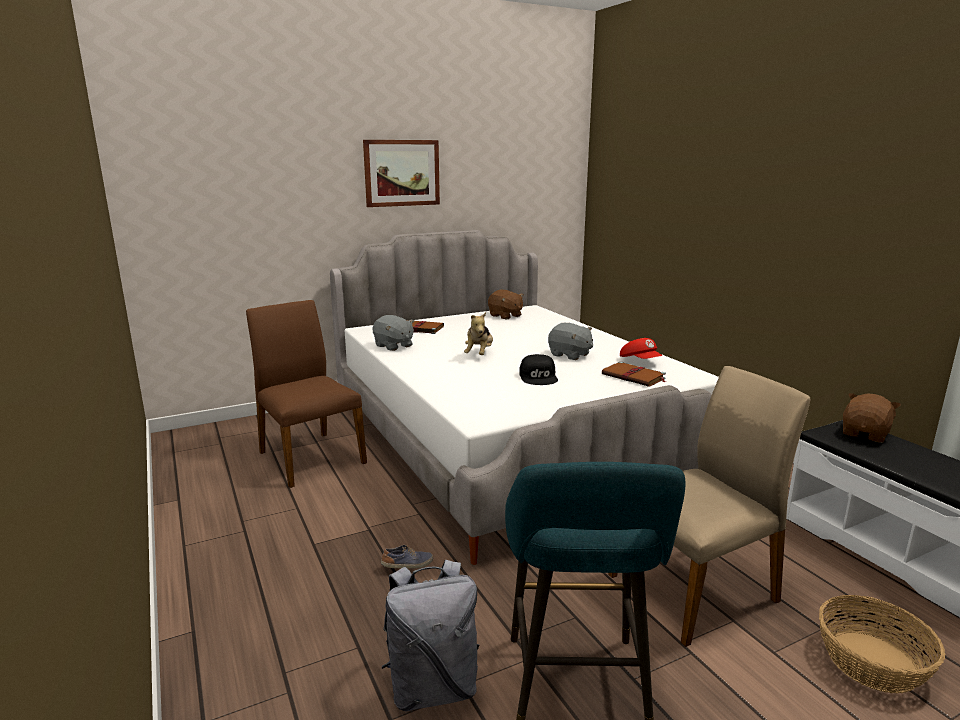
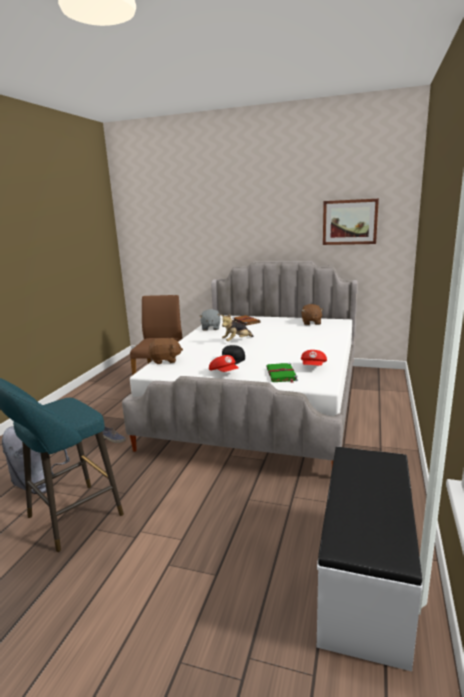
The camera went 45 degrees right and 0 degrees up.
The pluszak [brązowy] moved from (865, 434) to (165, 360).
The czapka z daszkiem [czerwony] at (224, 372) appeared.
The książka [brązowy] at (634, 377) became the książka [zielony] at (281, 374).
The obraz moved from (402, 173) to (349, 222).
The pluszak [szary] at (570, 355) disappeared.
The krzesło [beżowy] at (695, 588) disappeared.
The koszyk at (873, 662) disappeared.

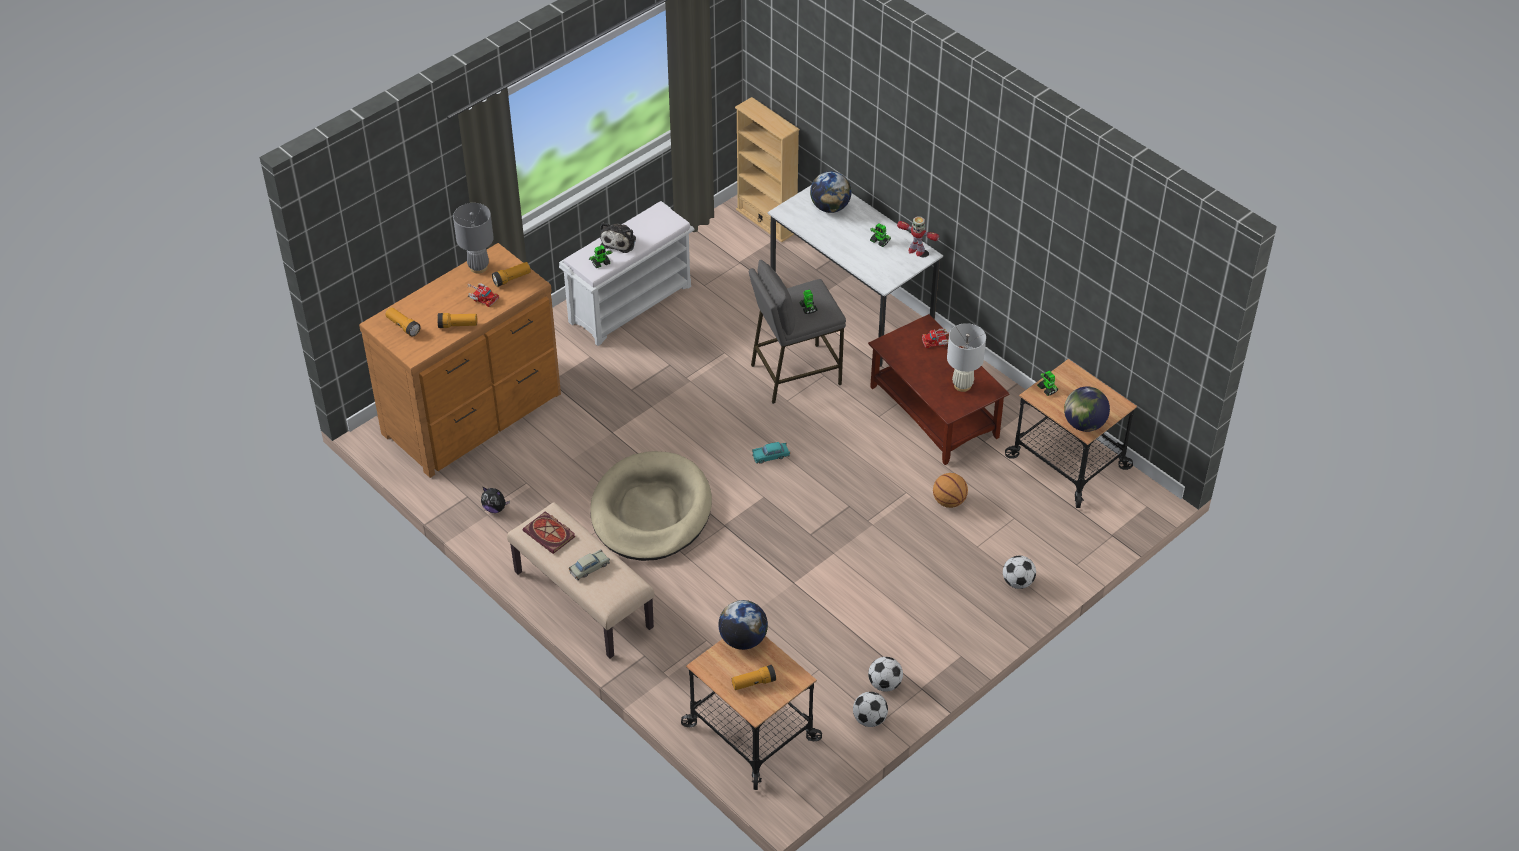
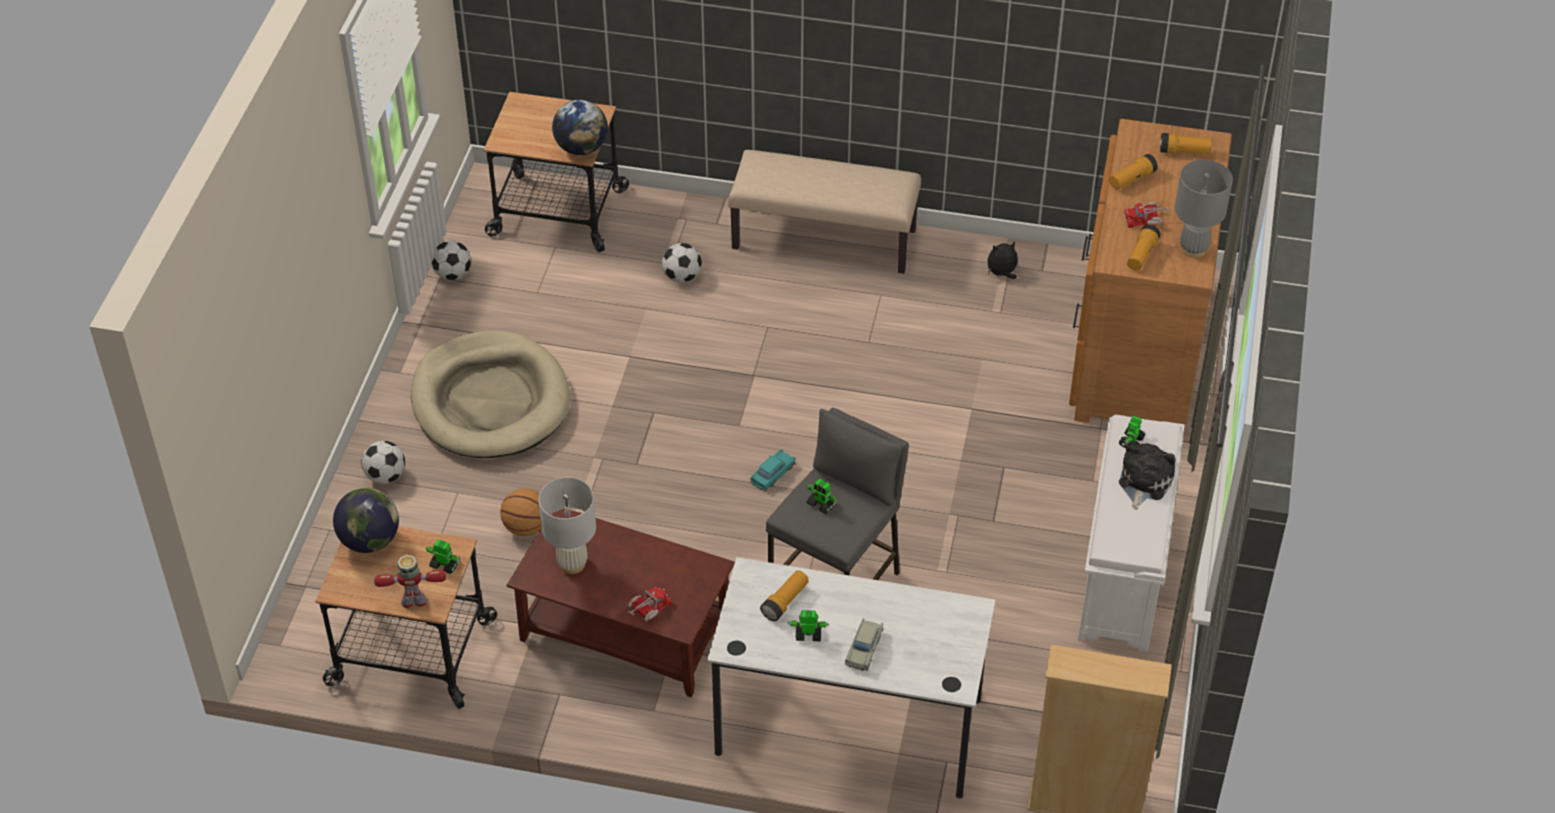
The camera went 145 degrees right and 0 degrees up.
The robot zabawkowy moved from (916, 250) to (414, 601).
The legowisko [beżowy] moved from (651, 511) to (490, 401).
The piłka futbolowa moved from (884, 684) to (682, 277).
The latarka moved from (753, 683) to (785, 601).
The samochodzik [beżowy] moved from (589, 568) to (864, 649).
The pluszak at (619, 241) turned 45 degrees clockwise.
The książka at (550, 534) disappeared.
The globus at (830, 207) disappeared.

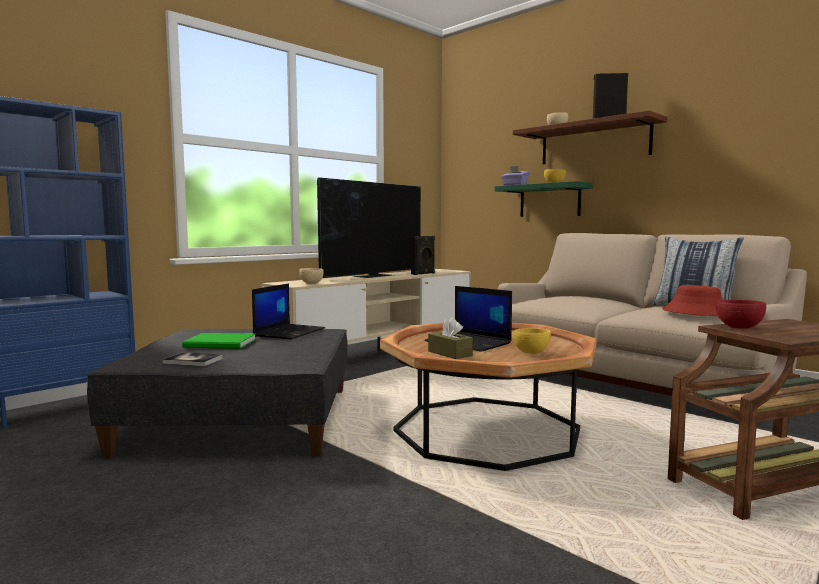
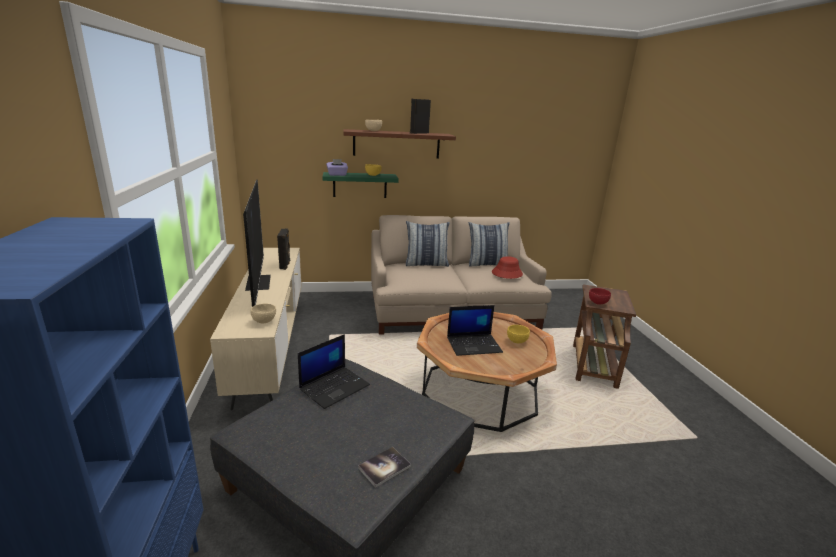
The camera went 55 degrees left and 15 degrees up.
The laptop at (289, 332) turned 75 degrees clockwise.
The poduszka at (426, 264) appeared.
The książka [zielony] at (221, 343) disappeared.
The pudełko chusteczek [brązowy] at (450, 353) disappeared.

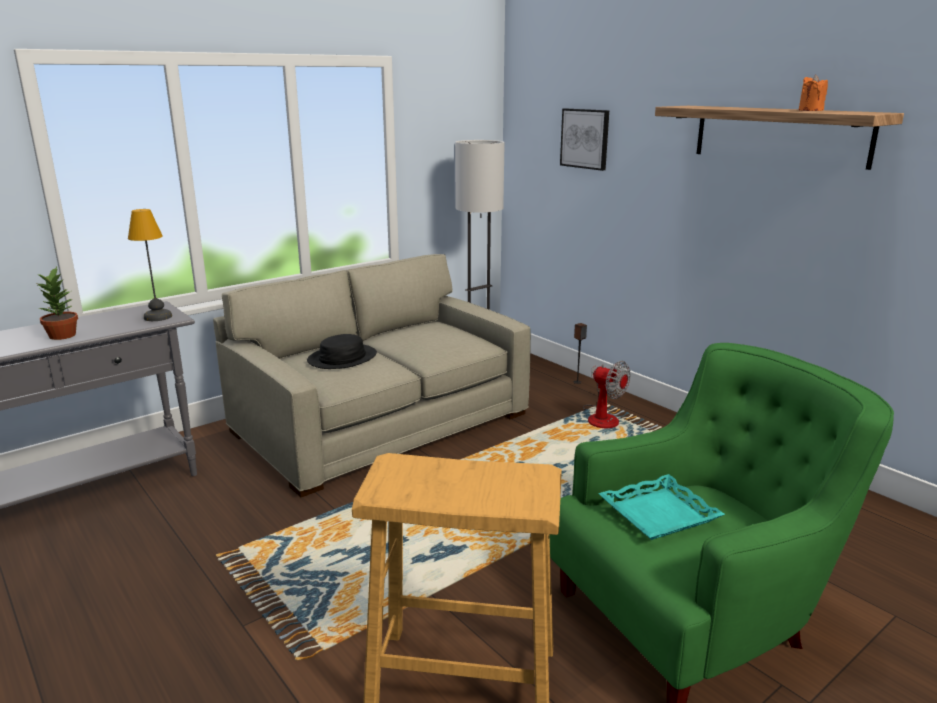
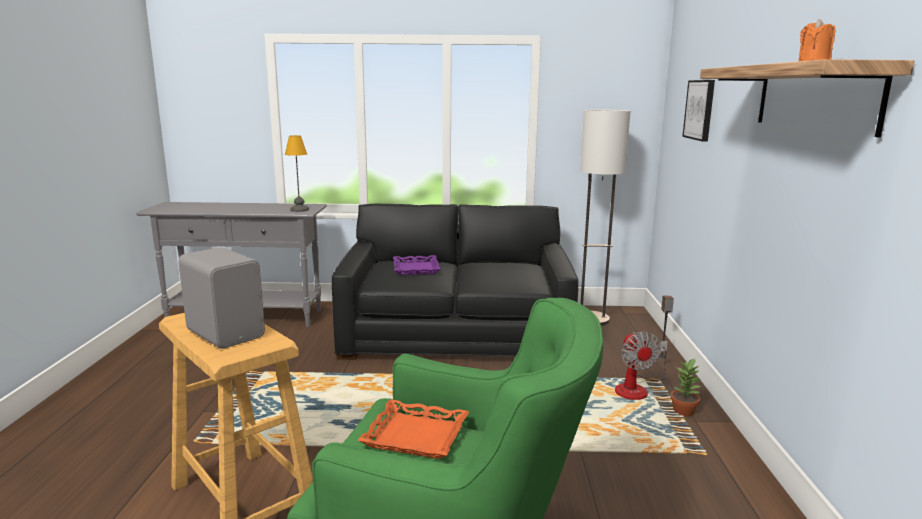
The camera went 40 degrees right and 5 degrees down.
The głośnik [szary] at (227, 333) appeared.
The kanapa [beżowy] at (381, 421) became the kanapa [czarny] at (457, 333).
The taca [turkusowy] at (658, 513) became the taca [pomarańczowy] at (416, 435).
The kapelusz [czarny] at (342, 358) was replaced by the taca [fioletowy] at (416, 269).
The roślina doniczkowa moved from (63, 335) to (684, 411).

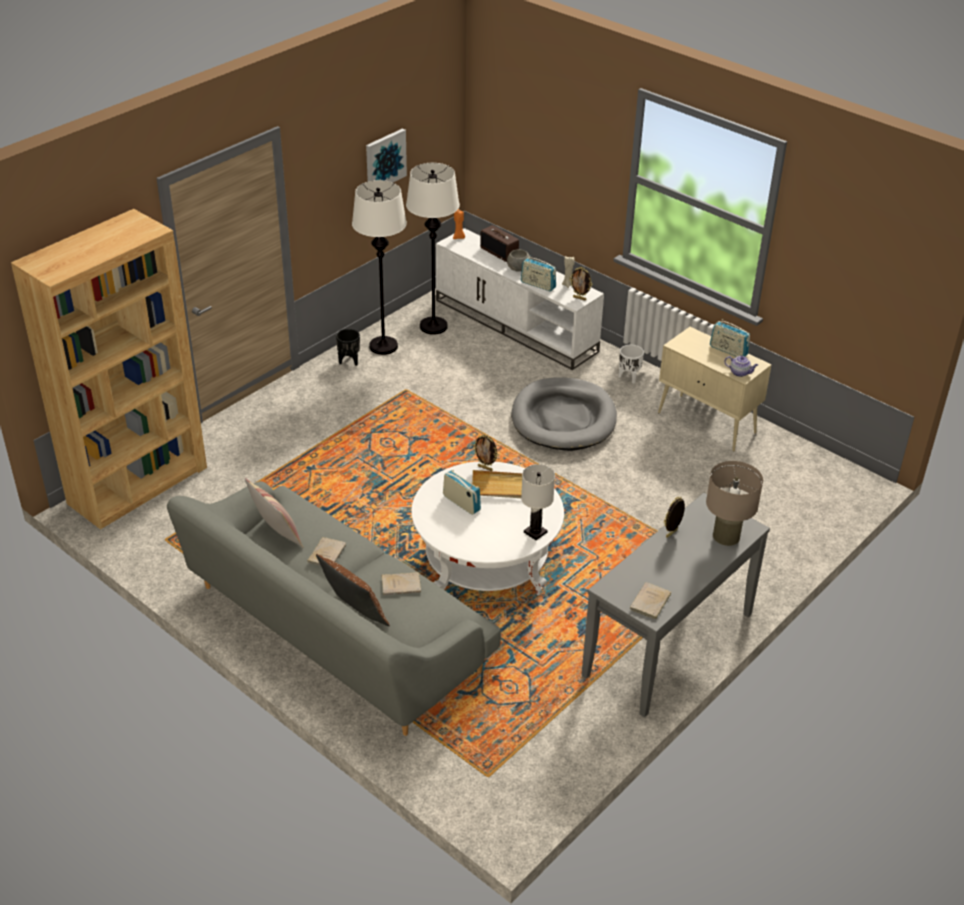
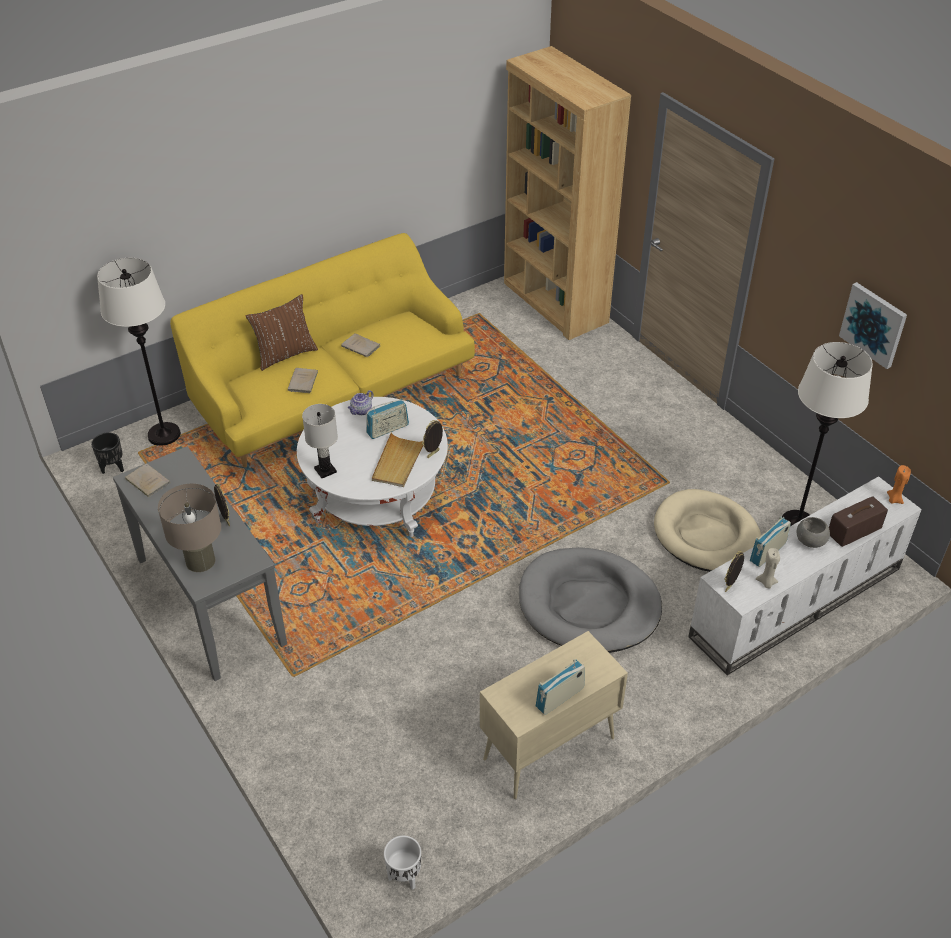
The camera went 105 degrees right and 5 degrees up.
The donica [czarny] moved from (349, 361) to (113, 468).
The lampa stojąca [biały] moved from (383, 346) to (164, 435).
The kanapa [szary] at (335, 631) became the kanapa [żółty] at (332, 392).
The imbryk moved from (740, 373) to (361, 411).
The donica [biały] moved from (628, 377) to (404, 876).
The legowisko [beżowy] at (706, 535) appeared.
The poduszka at (276, 535) disappeared.

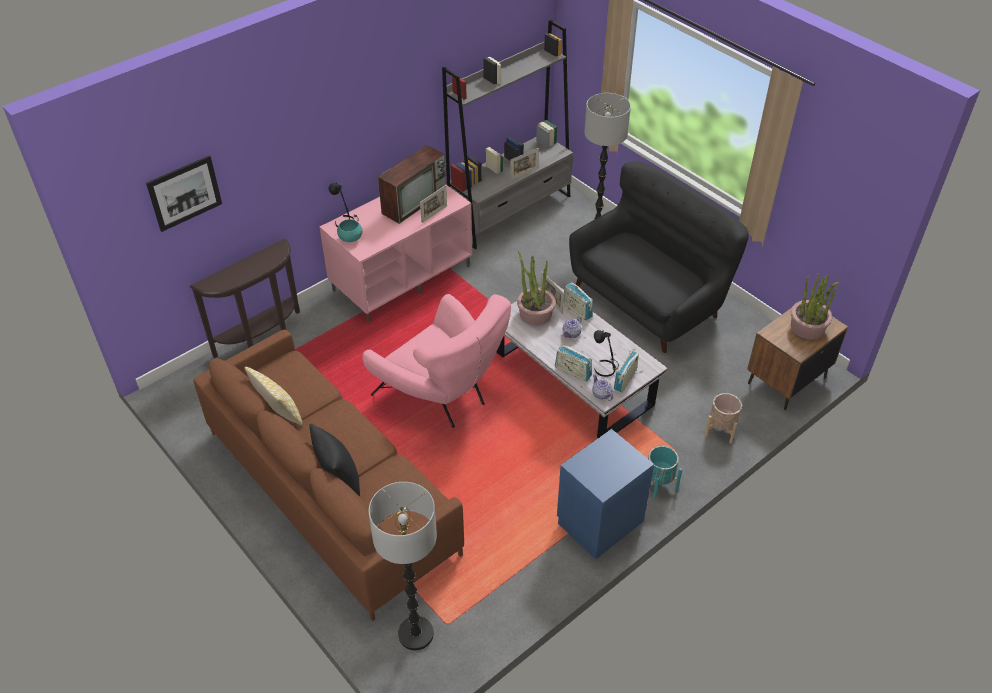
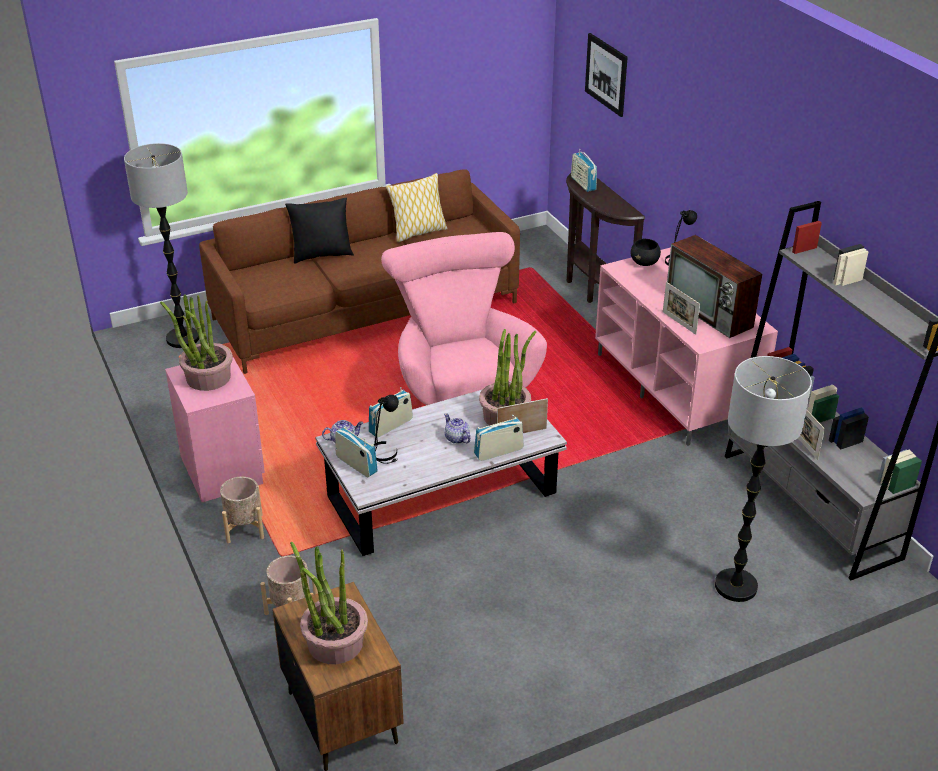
The camera went 105 degrees right and 10 degrees down.
The roślina doniczkowa at (208, 378) appeared.
The szafka nocna [niebieski] at (599, 521) became the szafka nocna [różowy] at (223, 470).
The donica [turkusowy] at (658, 483) became the donica [beżowy] at (244, 529).
The fotel [różowy] at (443, 395) turned 105 degrees clockwise.
The radio at (583, 183) appeared.
The miska [turkusowy] at (350, 238) became the miska [czarny] at (645, 263).
The kanapa [czarny] at (648, 299) disappeared.

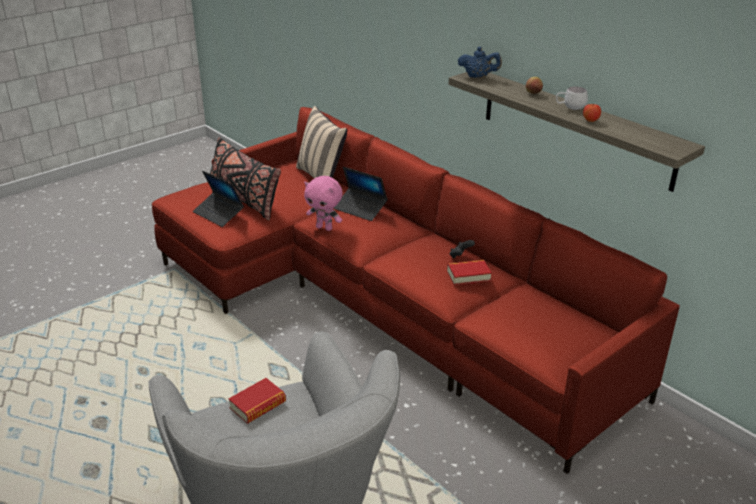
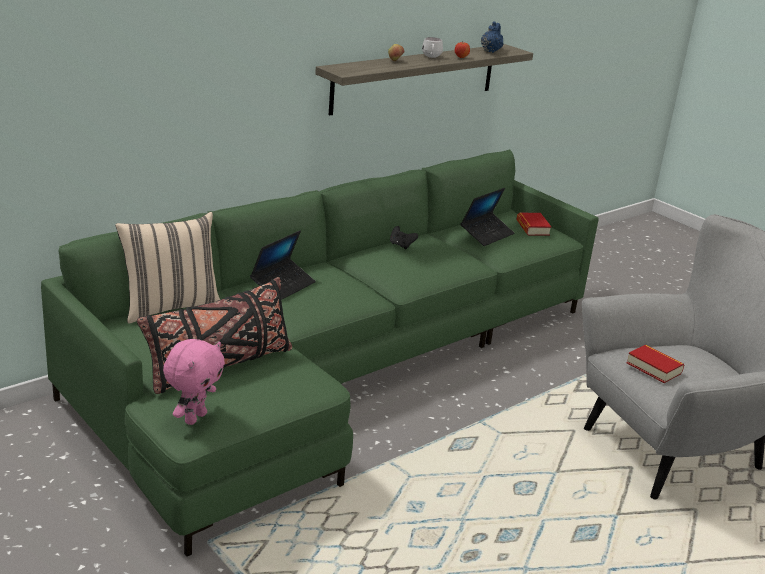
The camera went 90 degrees left and 5 degrees down.
The kanapa [czerwony] at (380, 304) became the kanapa [zielony] at (333, 369).
The pluszak [różowy] moved from (324, 228) to (194, 417).
The laptop moved from (218, 214) to (486, 234).
The imbryk [niebieski] moved from (478, 77) to (491, 51).
The książka moved from (468, 276) to (532, 228).

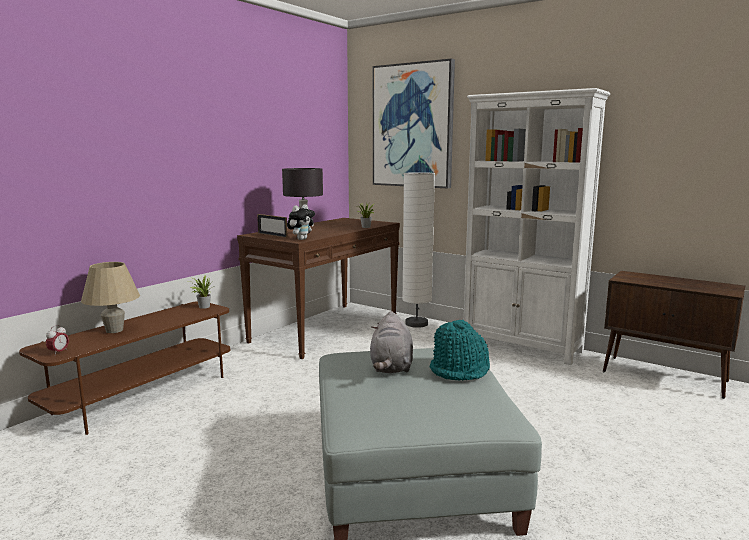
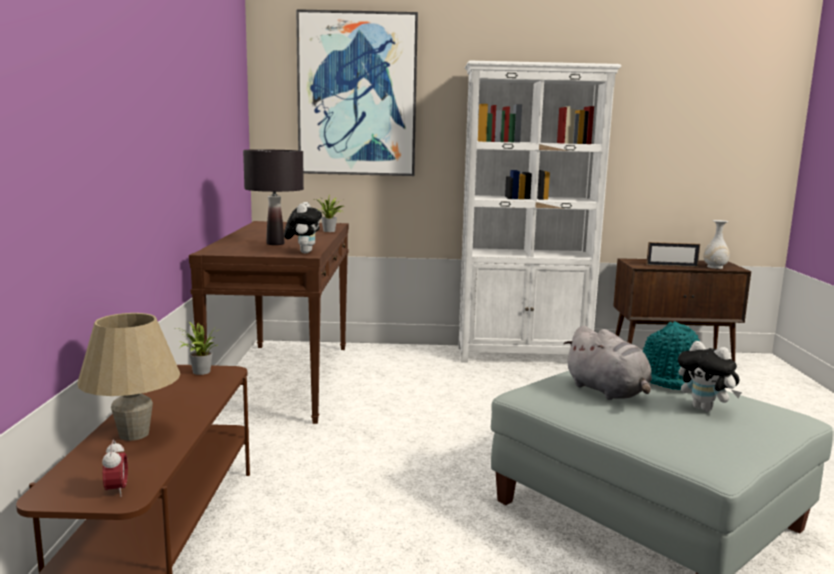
The camera went 35 degrees left and 0 degrees up.
The ramka na zdjęcie moved from (272, 235) to (671, 265).
The pluszak at (705, 409) appeared.
The wazon [biały] at (715, 267) appeared.
The lampa stojąca [biały] at (416, 324) disappeared.

